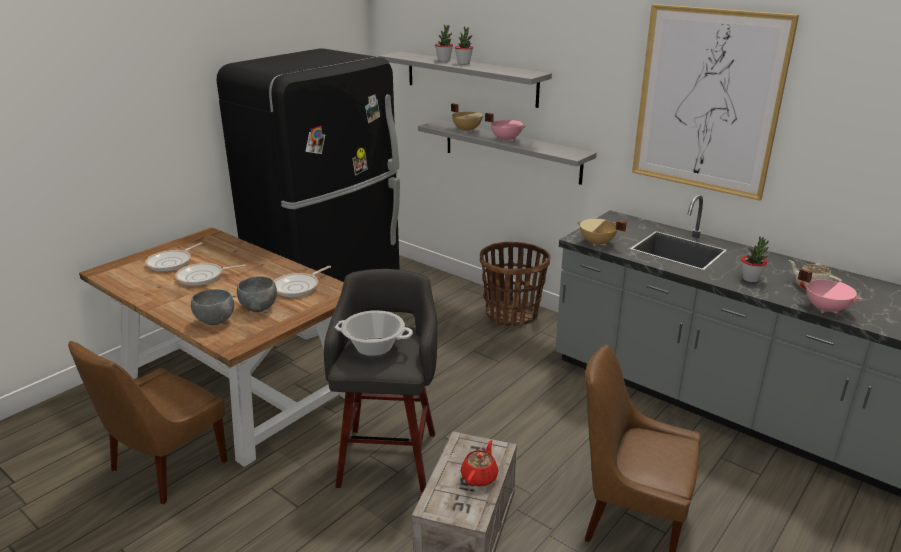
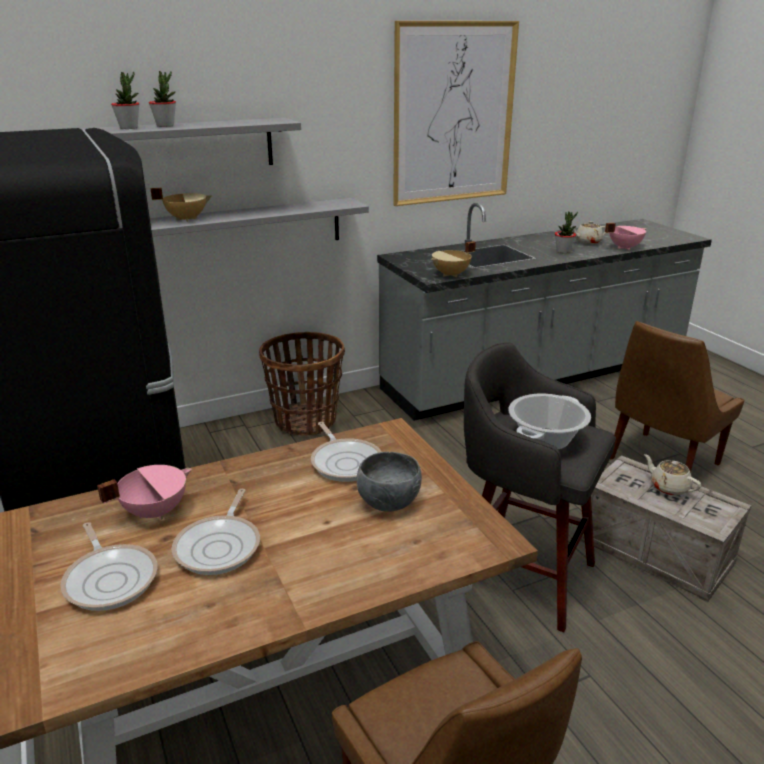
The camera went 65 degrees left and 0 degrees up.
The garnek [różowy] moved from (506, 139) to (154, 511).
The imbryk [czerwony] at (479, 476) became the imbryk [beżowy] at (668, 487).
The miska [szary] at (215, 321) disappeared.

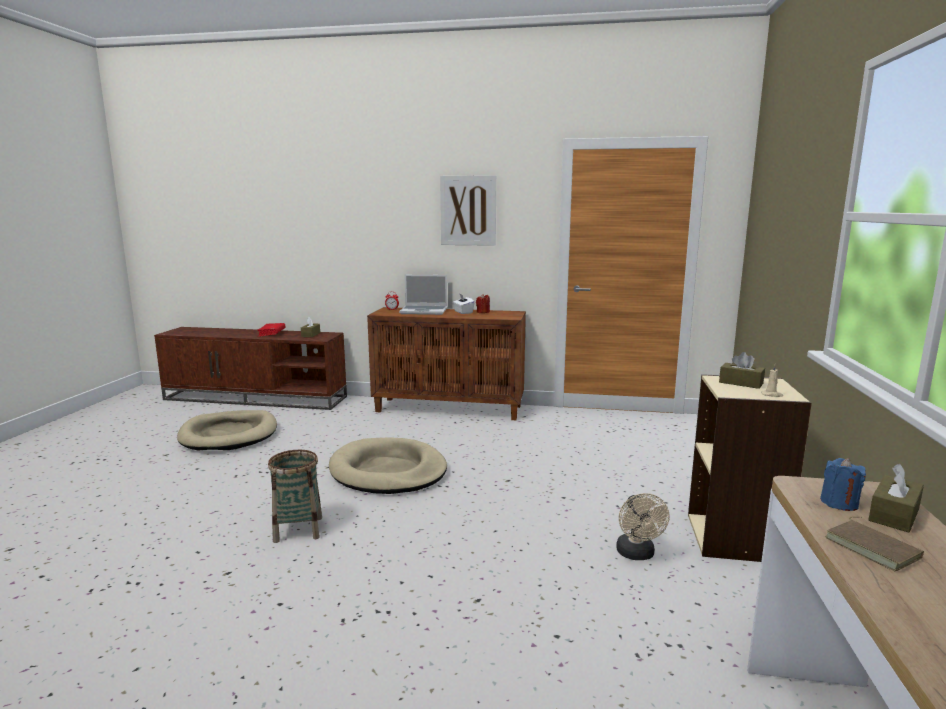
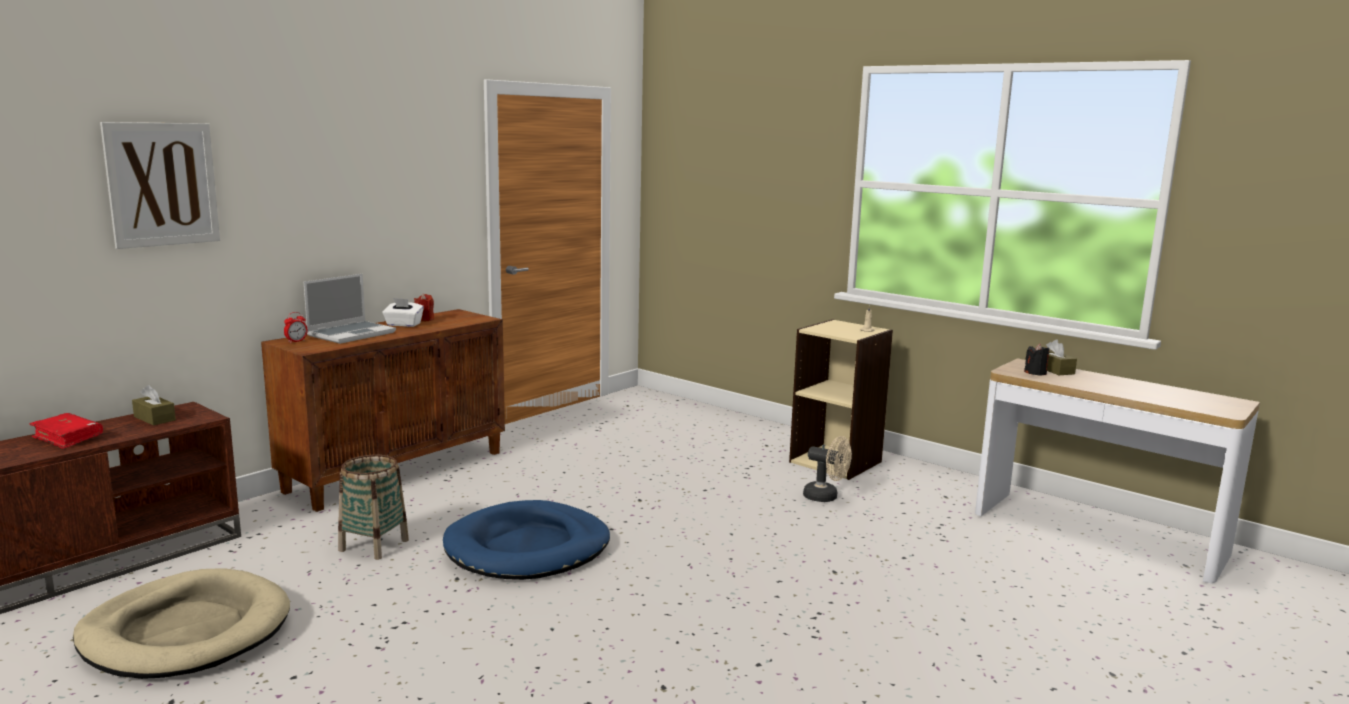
The camera went 60 degrees left and 0 degrees up.
The obraz moved from (468, 210) to (162, 184).
The koszyk moved from (298, 529) to (373, 545).
The legowisko [beżowy] at (388, 471) became the legowisko [niebieski] at (528, 548).
The świeca [niebieski] at (839, 503) became the świeca [czarny] at (1035, 373).
The pudełko chusteczek [brązowy] at (741, 383) disappeared.
The książka [brązowy] at (873, 548) disappeared.

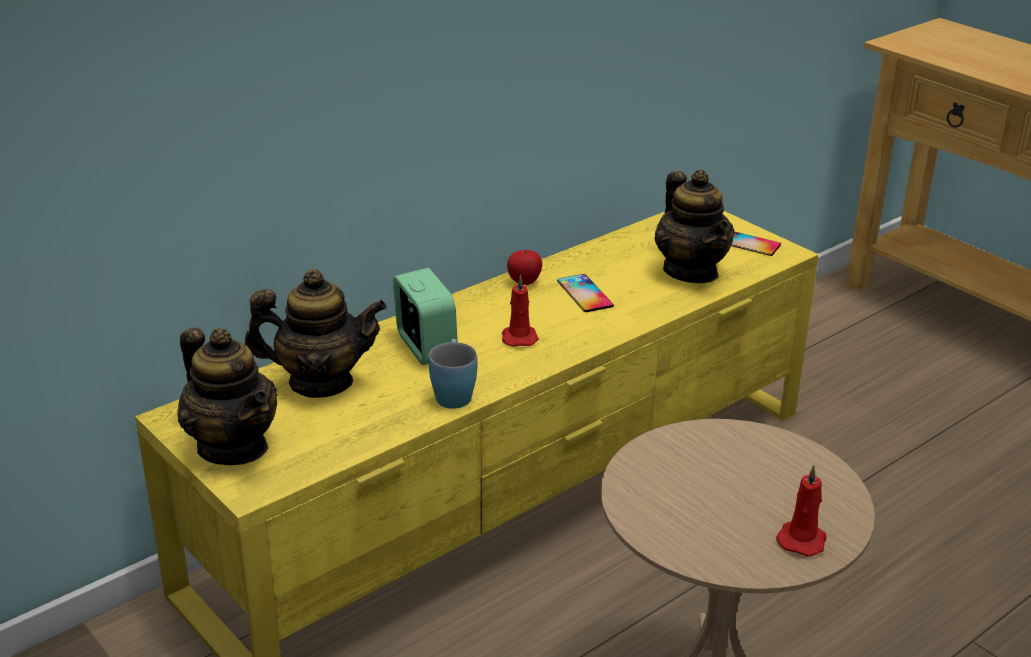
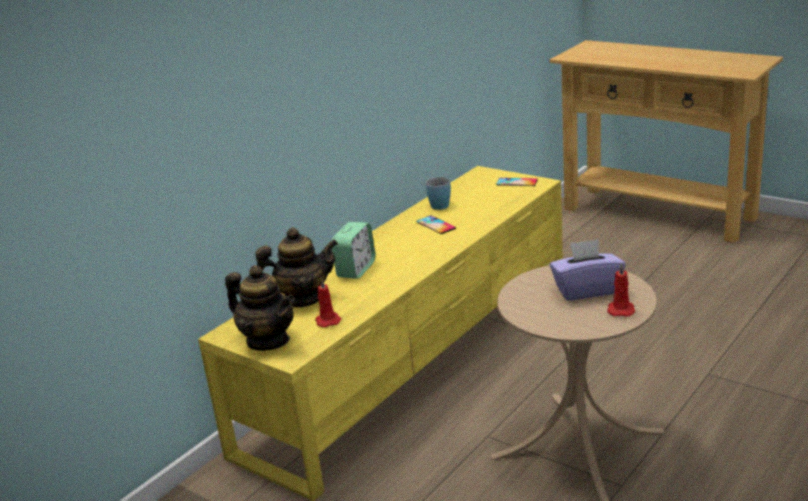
The camera went 10 degrees left and 5 degrees down.
The świeca [czerwony] moved from (519, 337) to (327, 320).
The budzik at (425, 347) turned 60 degrees clockwise.
The kubek [niebieski] moved from (453, 393) to (438, 204).
The pudełko chusteczek [fioletowy] at (586, 290) appeared.
The jabłko at (524, 283) disappeared.
The imbryk at (691, 271) disappeared.

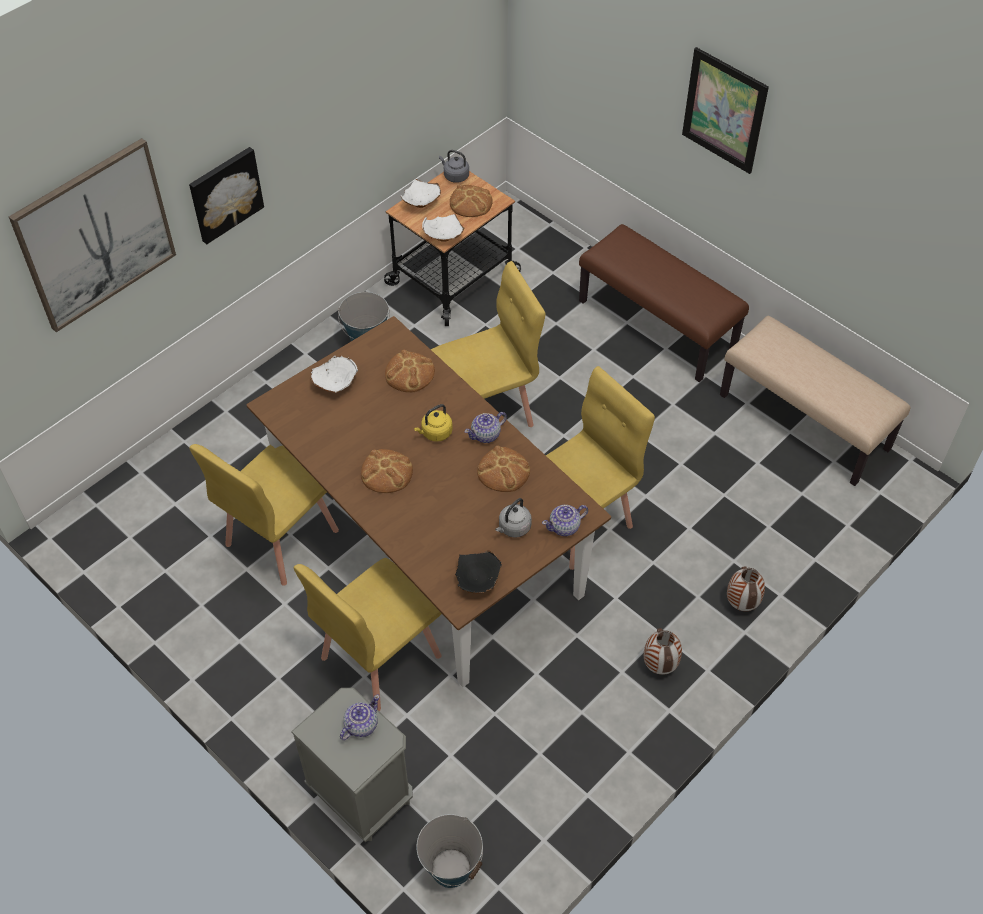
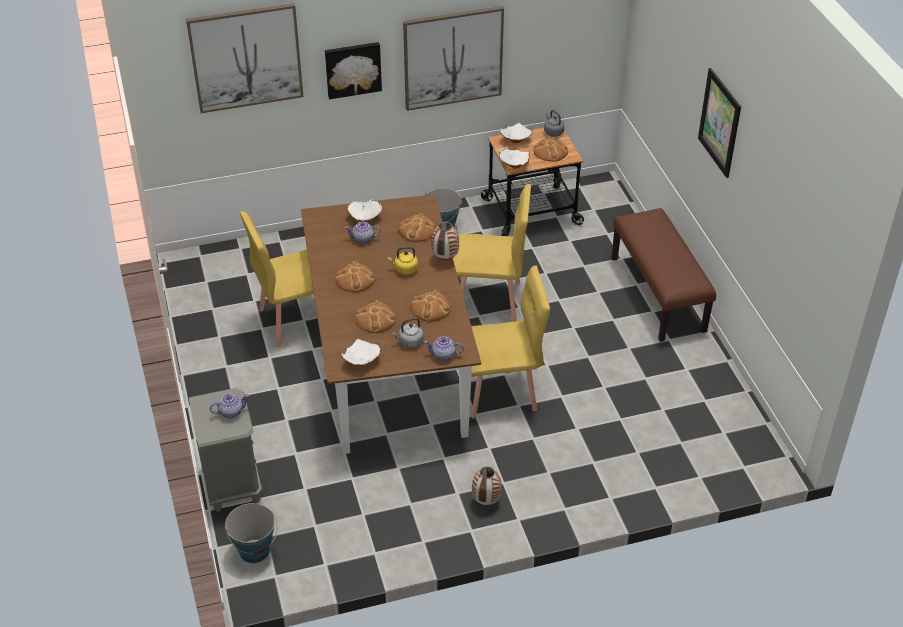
The camera went 30 degrees right and 10 degrees down.
The miska [czarny] at (478, 581) became the miska [biały] at (362, 361).
The imbryk moved from (486, 435) to (363, 239).
The chleb at (376, 319) appeared.
The obraz at (453, 58) appeared.
The wazon moved from (741, 604) to (445, 258).
The krzesło [żółty] at (379, 657) disappeared.
The ławka [beżowy] at (805, 422) disappeared.

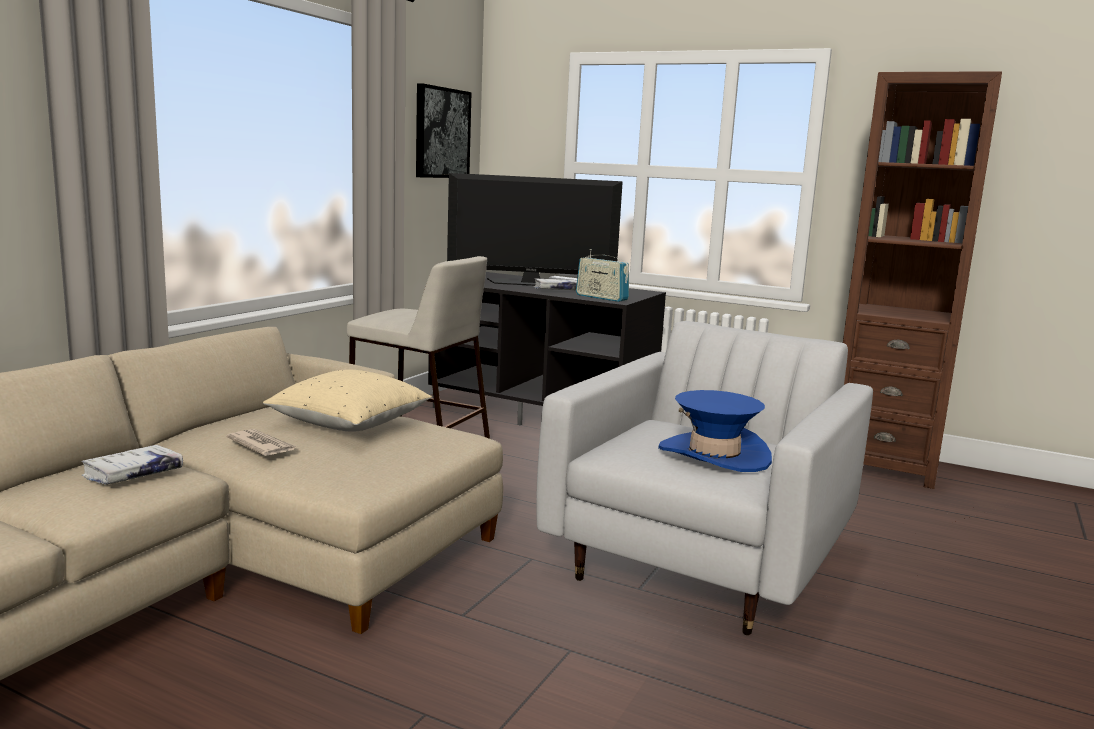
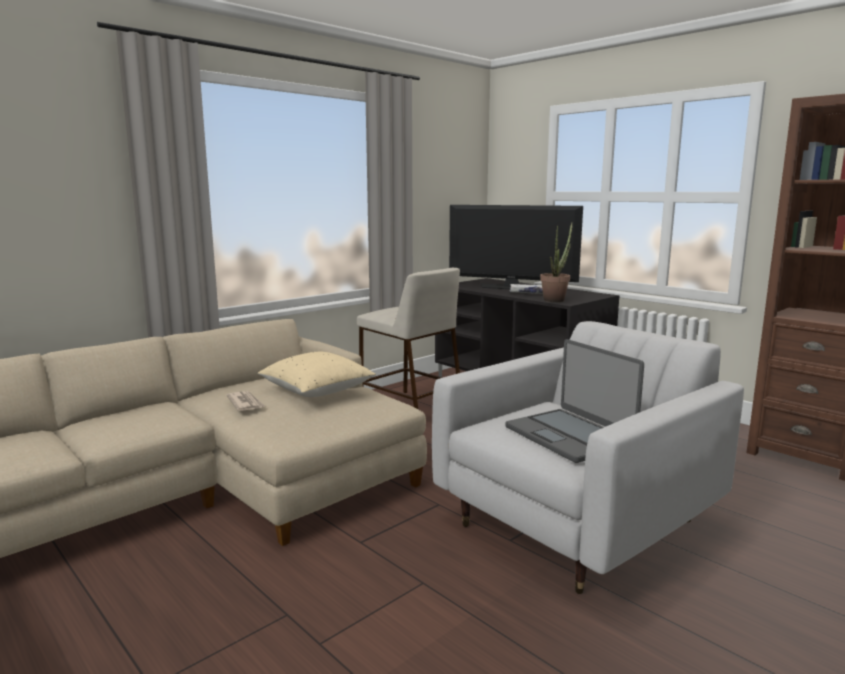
The camera went 20 degrees right and 0 degrees up.
The kapelusz [niebieski] at (714, 454) was replaced by the laptop at (569, 436).
The radio at (601, 298) was replaced by the roślina doniczkowa at (556, 299).
The książka [biały] at (133, 474) disappeared.
The obraz at (441, 133) disappeared.

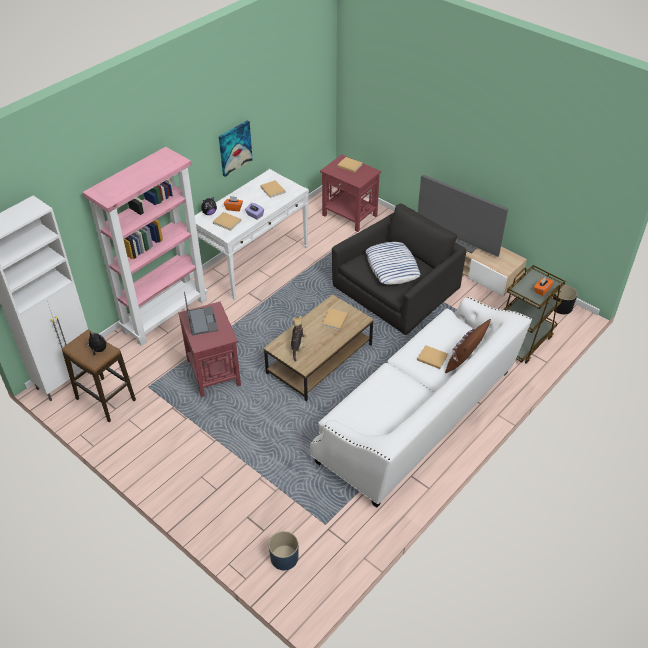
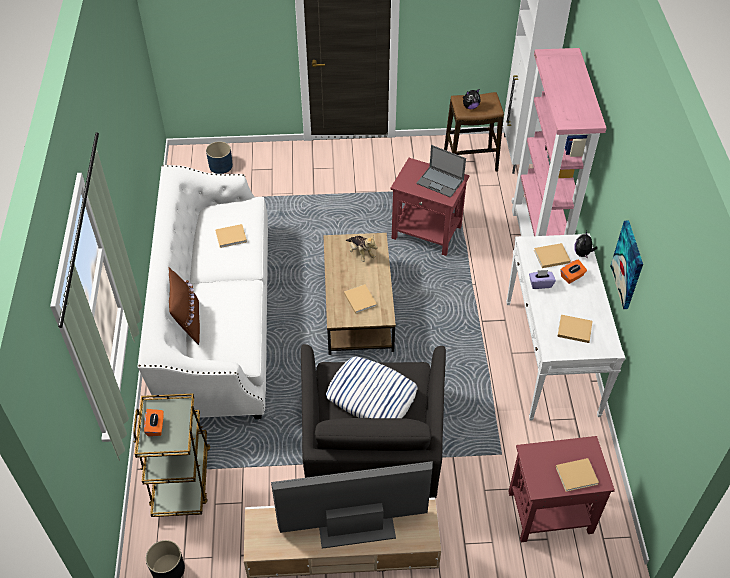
The camera went 135 degrees right and 5 degrees up.
The książka [beżowy] moved from (431, 357) to (232, 236).

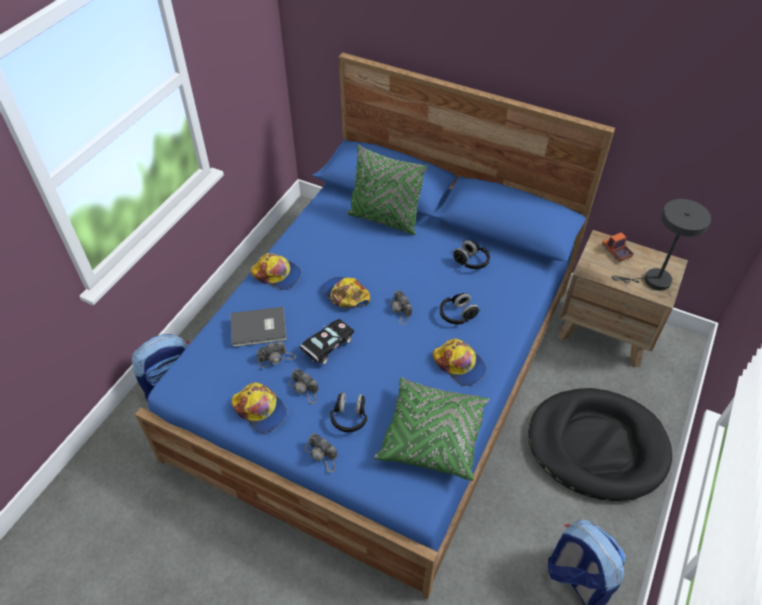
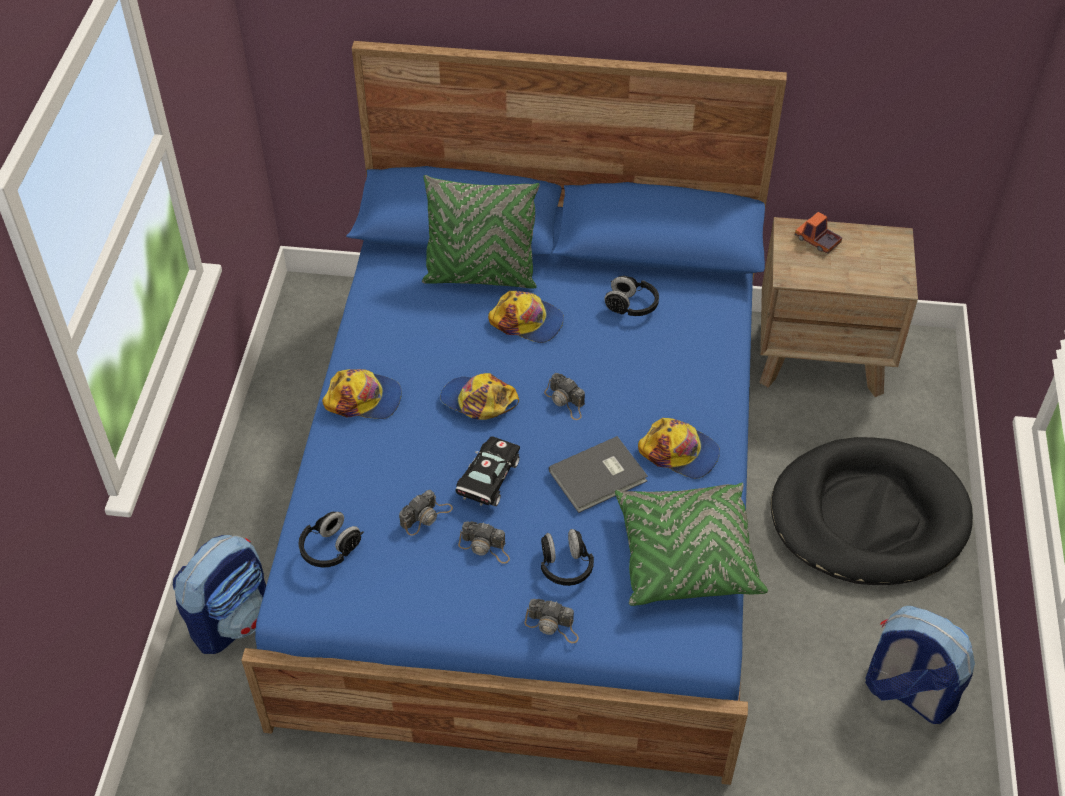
The camera went 20 degrees left and 0 degrees up.
The słuchawki [czarny] moved from (457, 315) to (330, 549).
The czapka z daszkiem moved from (260, 410) to (527, 321).
The książka [szary] moved from (259, 329) to (600, 477).
The lampa stołowa [szary] at (652, 281) disappeared.

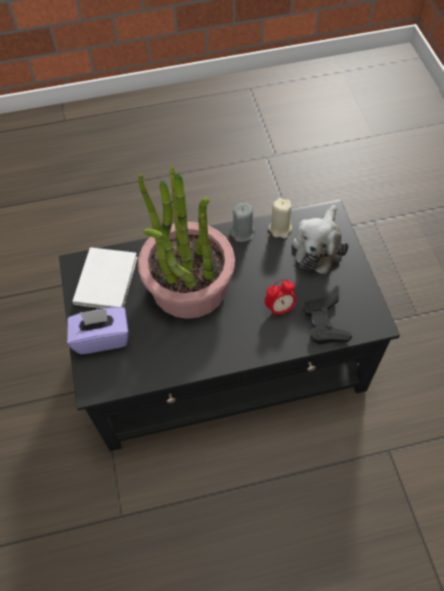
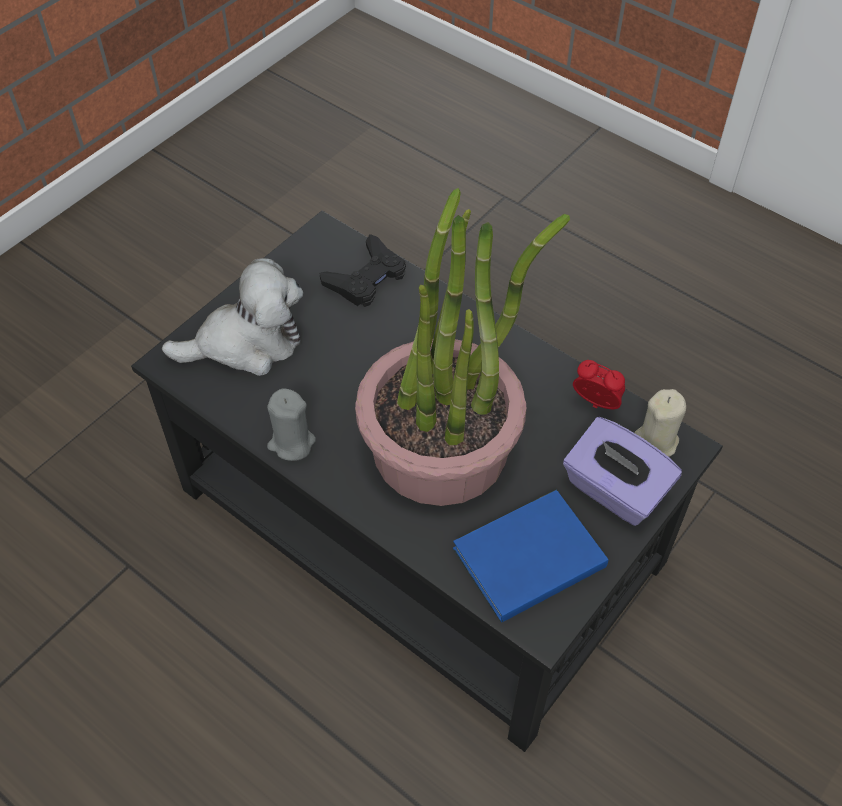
The camera went 130 degrees left and 5 degrees down.
The książka [biały] at (108, 279) became the książka [niebieski] at (524, 557).
The budzik moved from (279, 308) to (596, 405).
The świeca [beżowy] moved from (280, 228) to (656, 441).

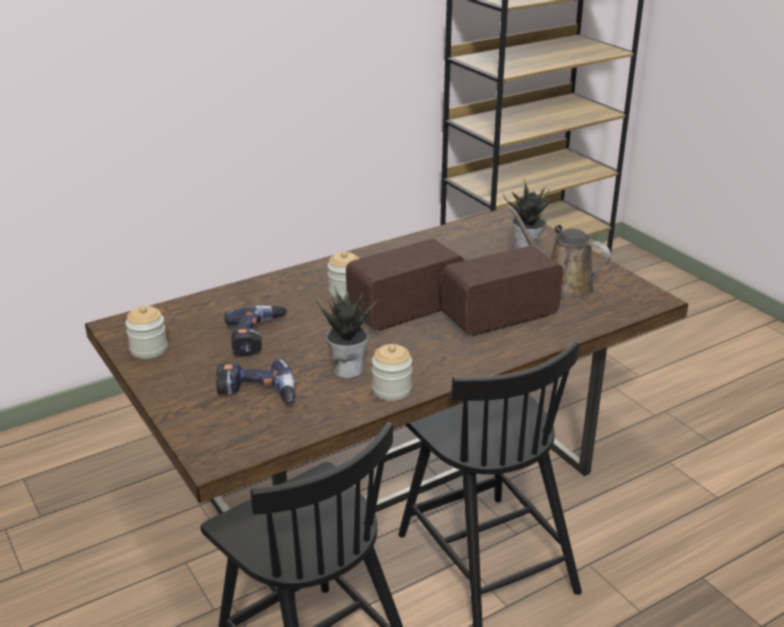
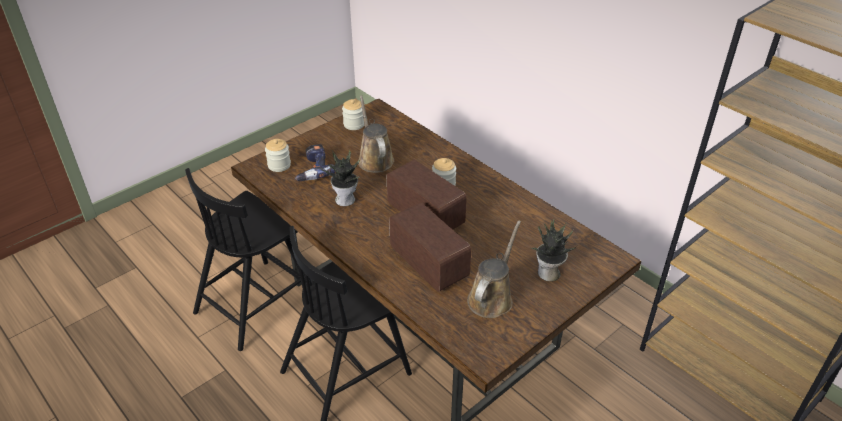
The camera went 80 degrees right and 10 degrees up.
The słoik moved from (392, 390) to (279, 165).
The wiertarka at (257, 338) was replaced by the konewka [brązowy] at (374, 159).

